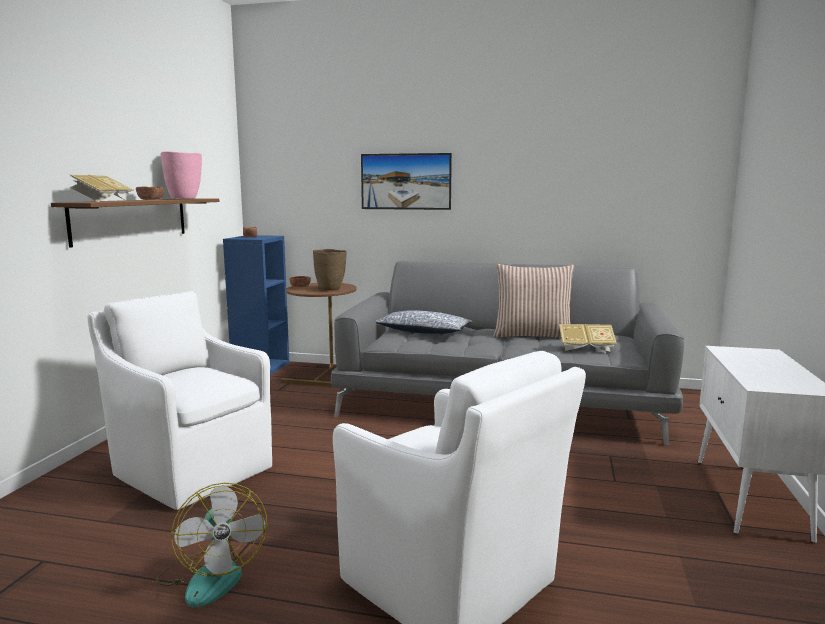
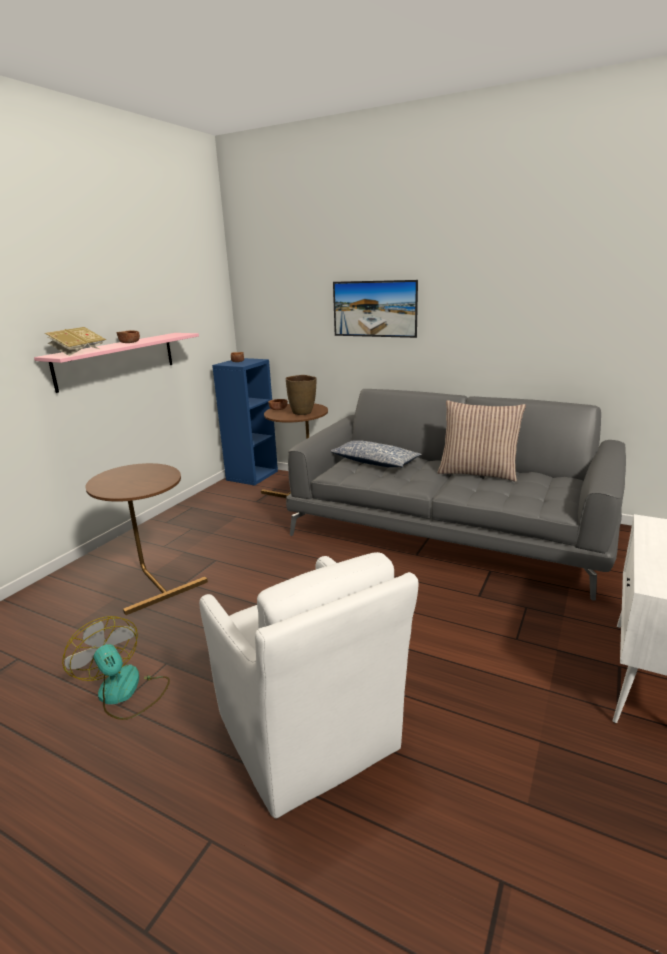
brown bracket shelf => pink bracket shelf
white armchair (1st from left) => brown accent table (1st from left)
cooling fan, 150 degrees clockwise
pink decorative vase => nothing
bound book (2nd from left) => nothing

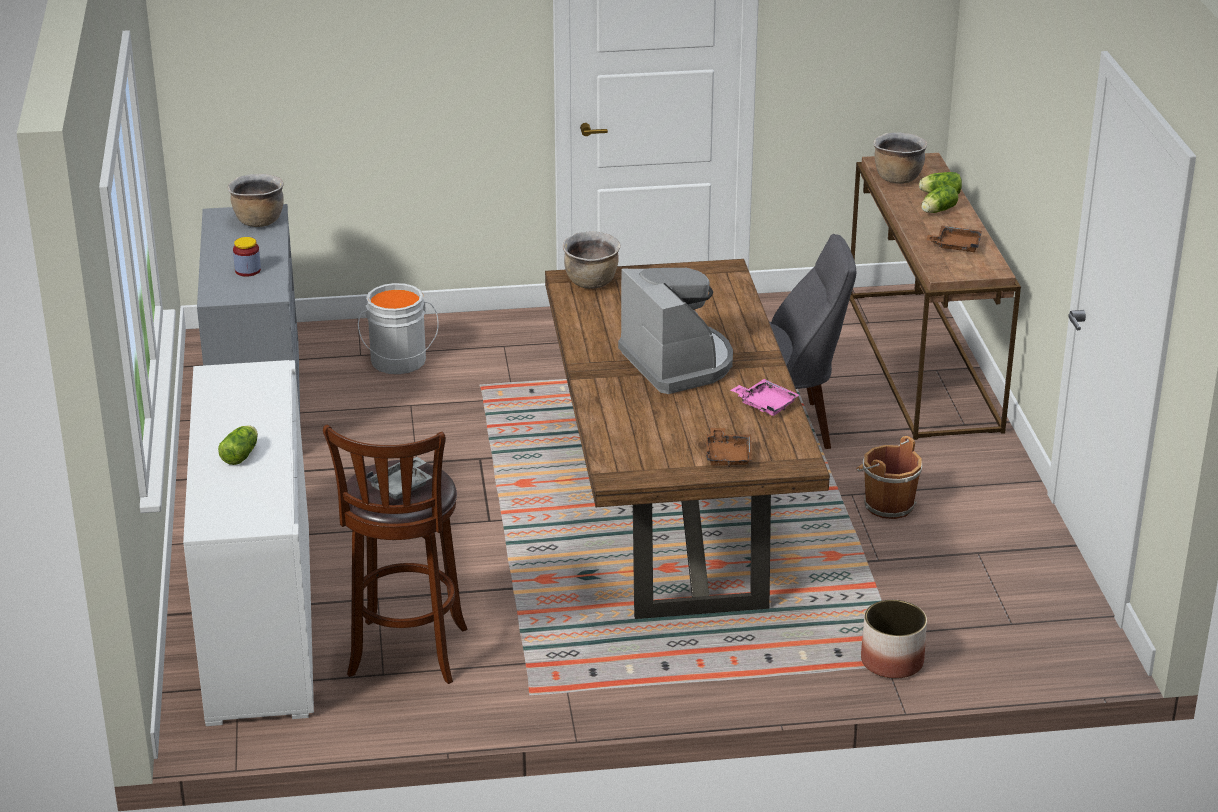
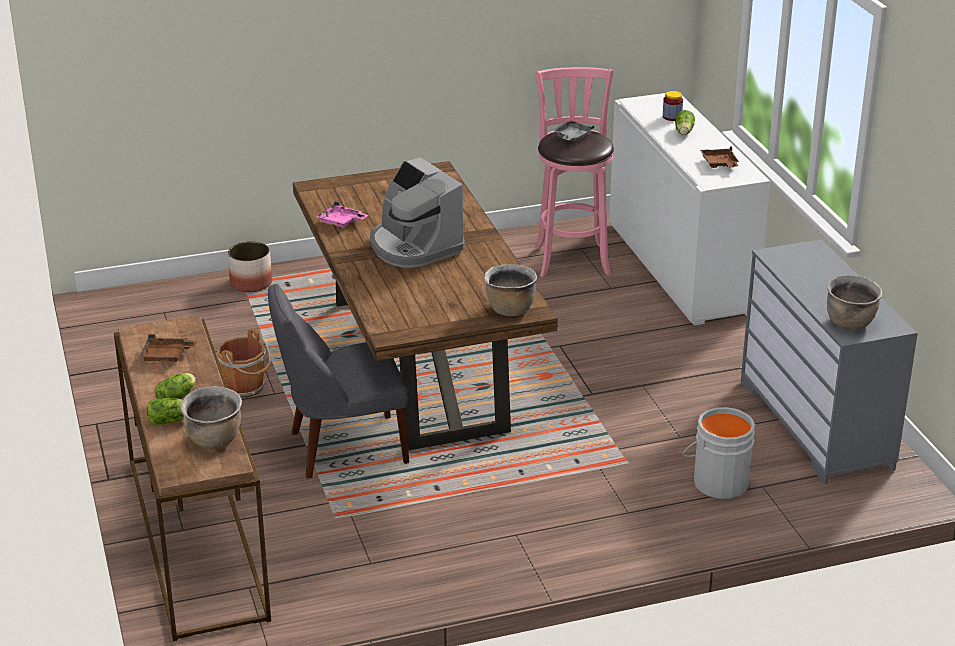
storage jar, move
brown stool seat => pink stool seat
brown serving tray (1st from left in the first image) => brown serving tray (2nd from left), move

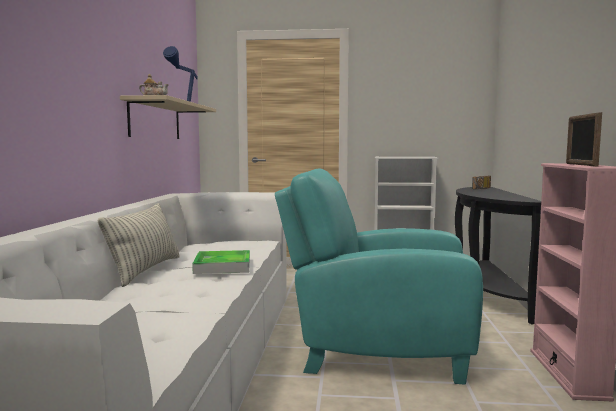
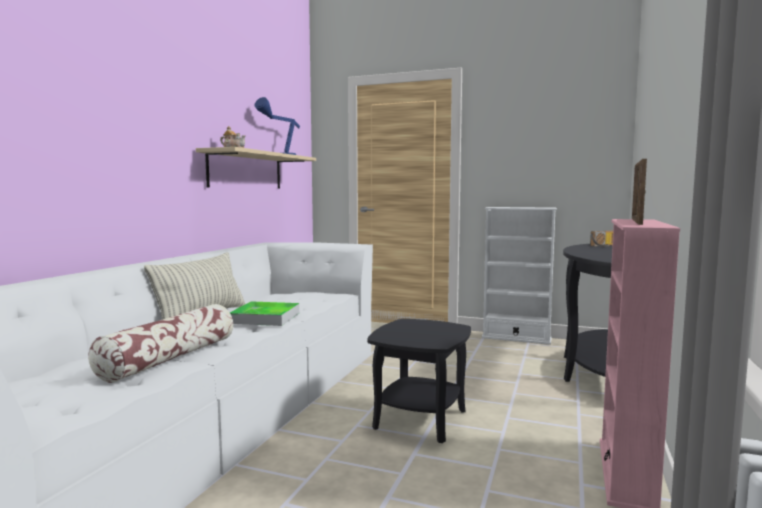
turquoise armchair => blackish accent table
nothing => cushion (1st from left)

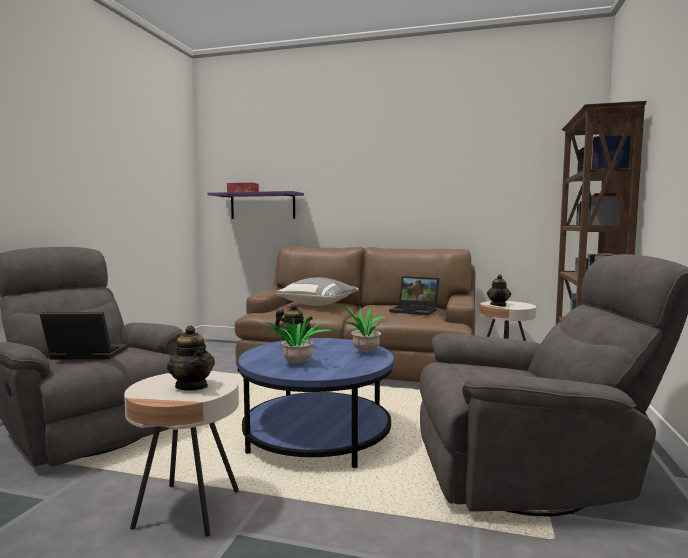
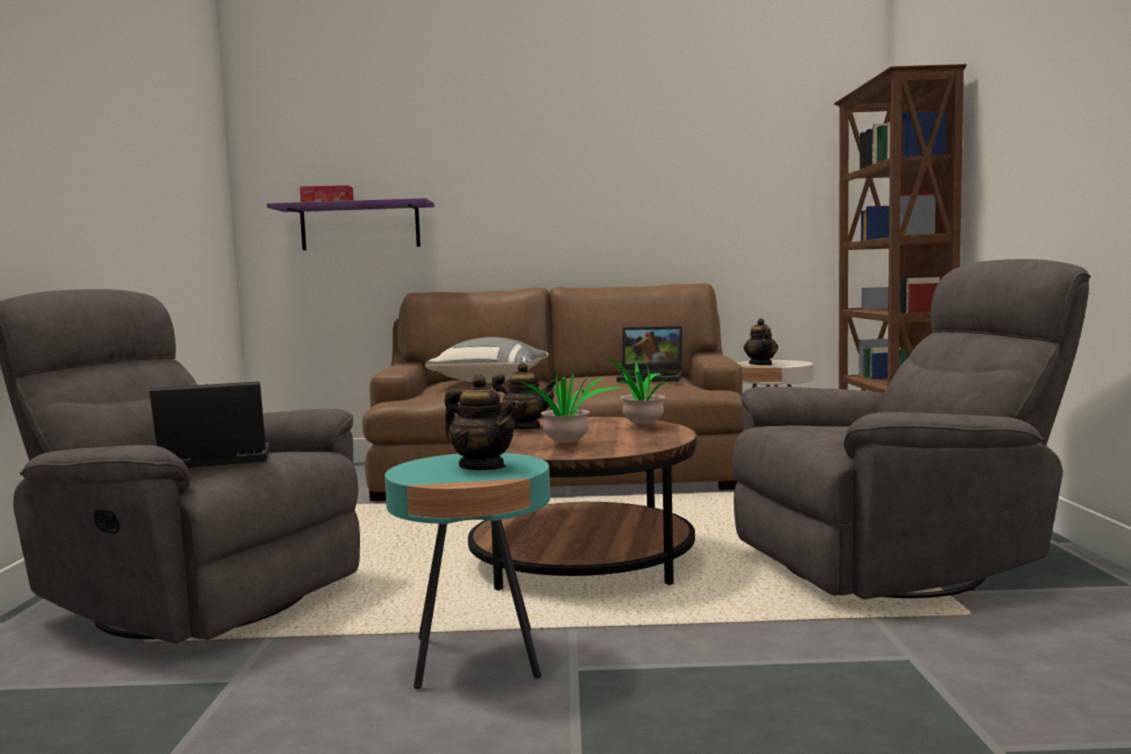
beige accent table (1st from left) => turquoise accent table
blue low table => brown low table

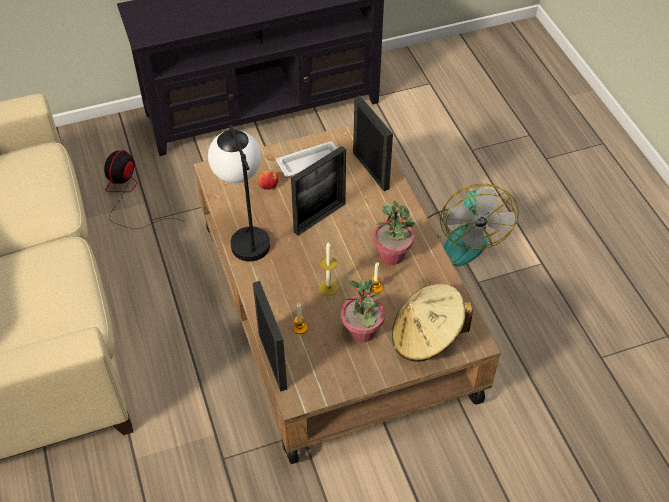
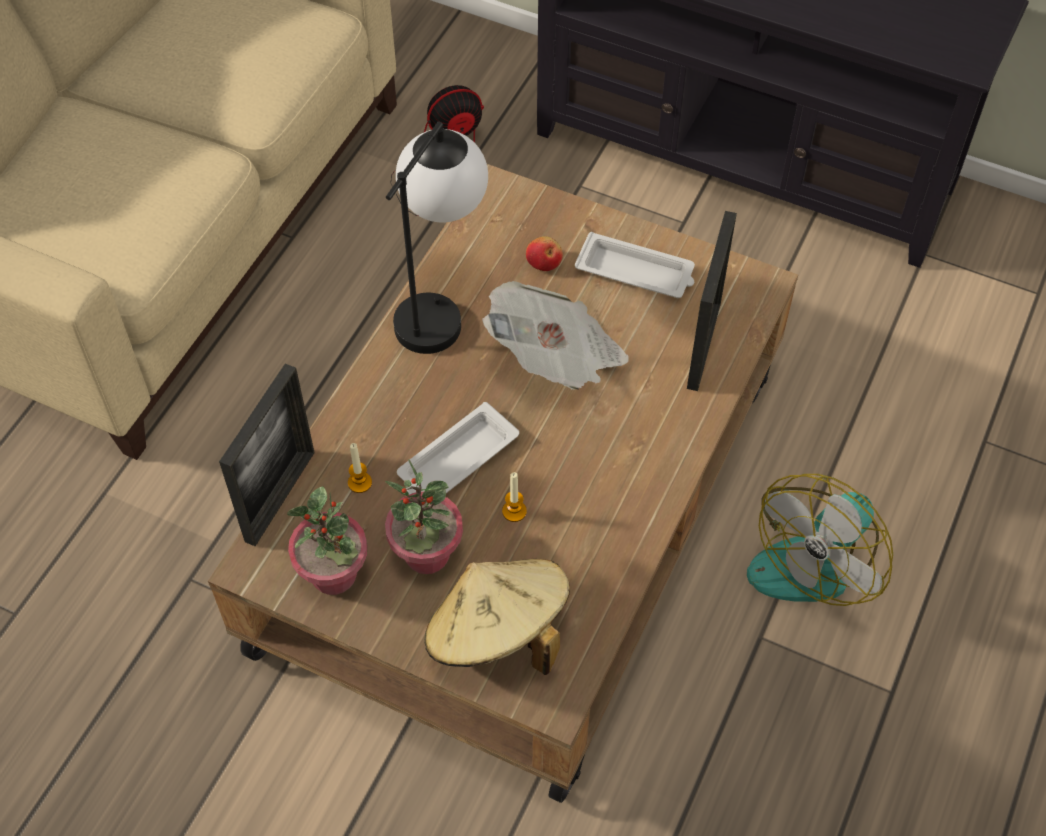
photo frame (2nd from left) => daily paper
wax candle (2nd from left) => white serving tray (1st from left)
plant in a pot (2nd from left in the first image) => plant in a pot (1st from left), move

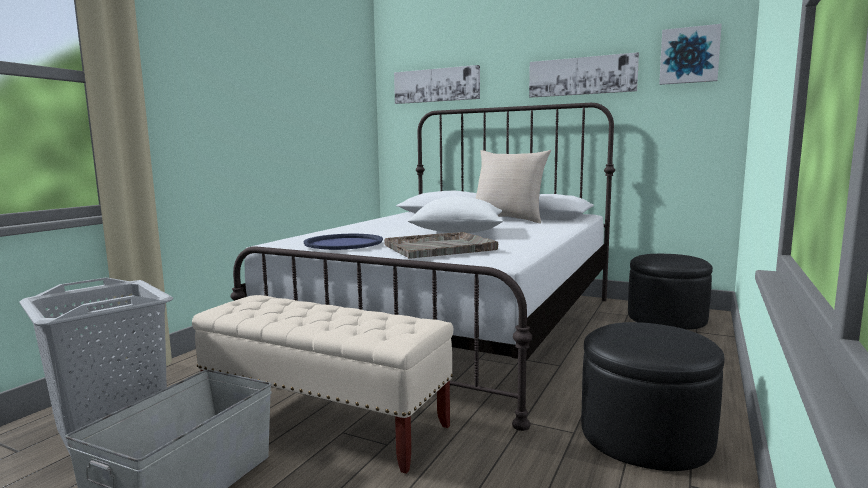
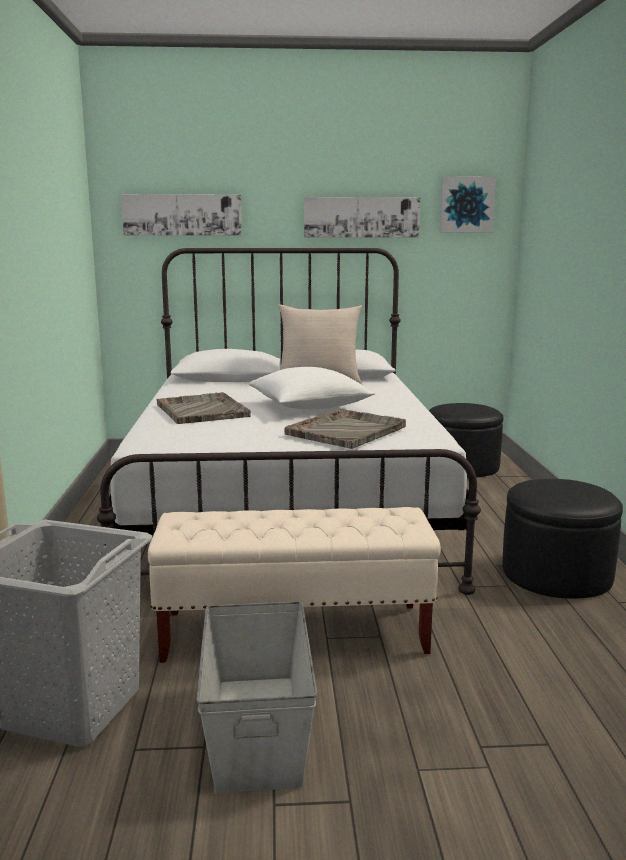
blue serving tray => nothing
nothing => greyish serving tray (1st from left)

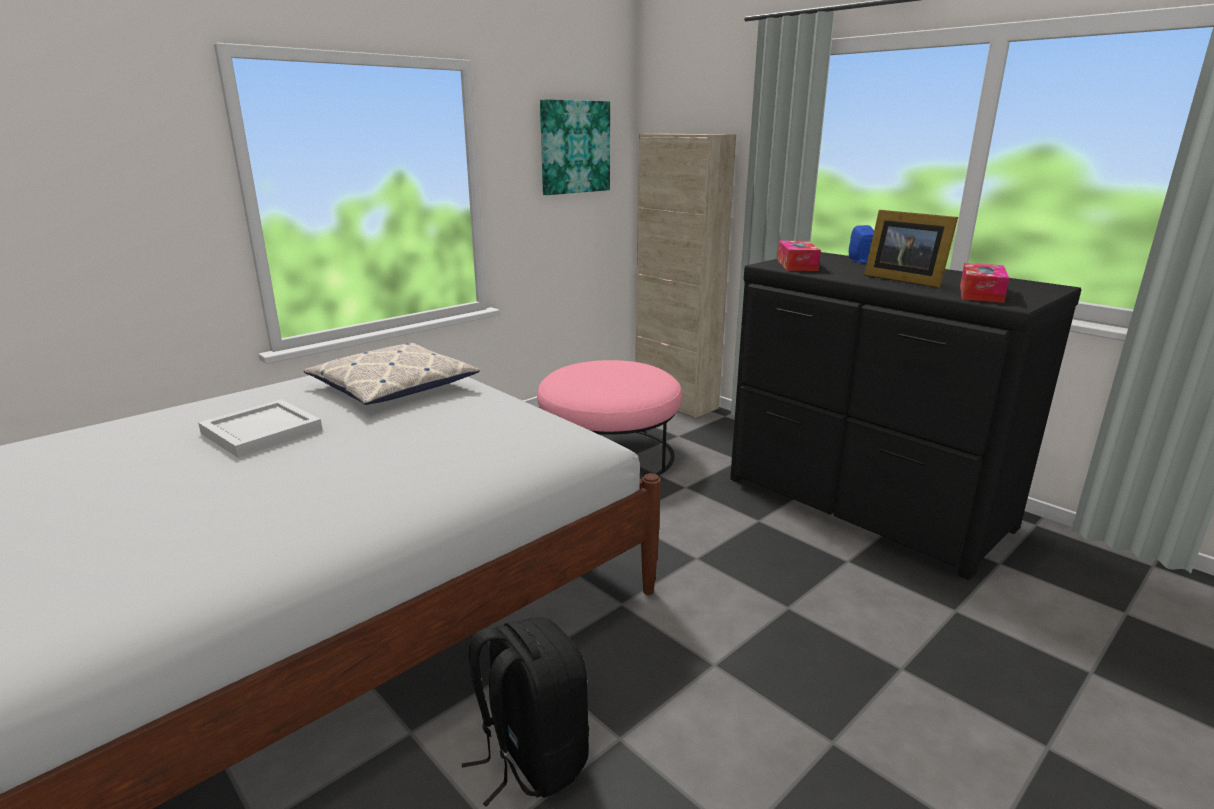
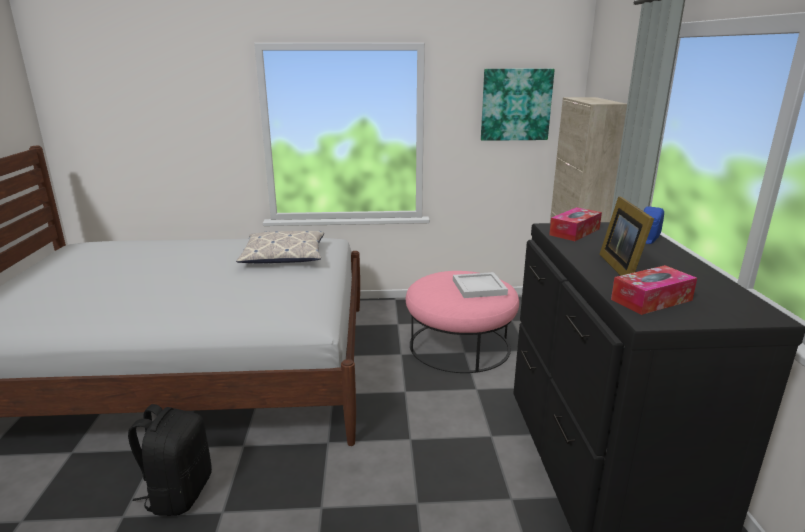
white serving tray, move

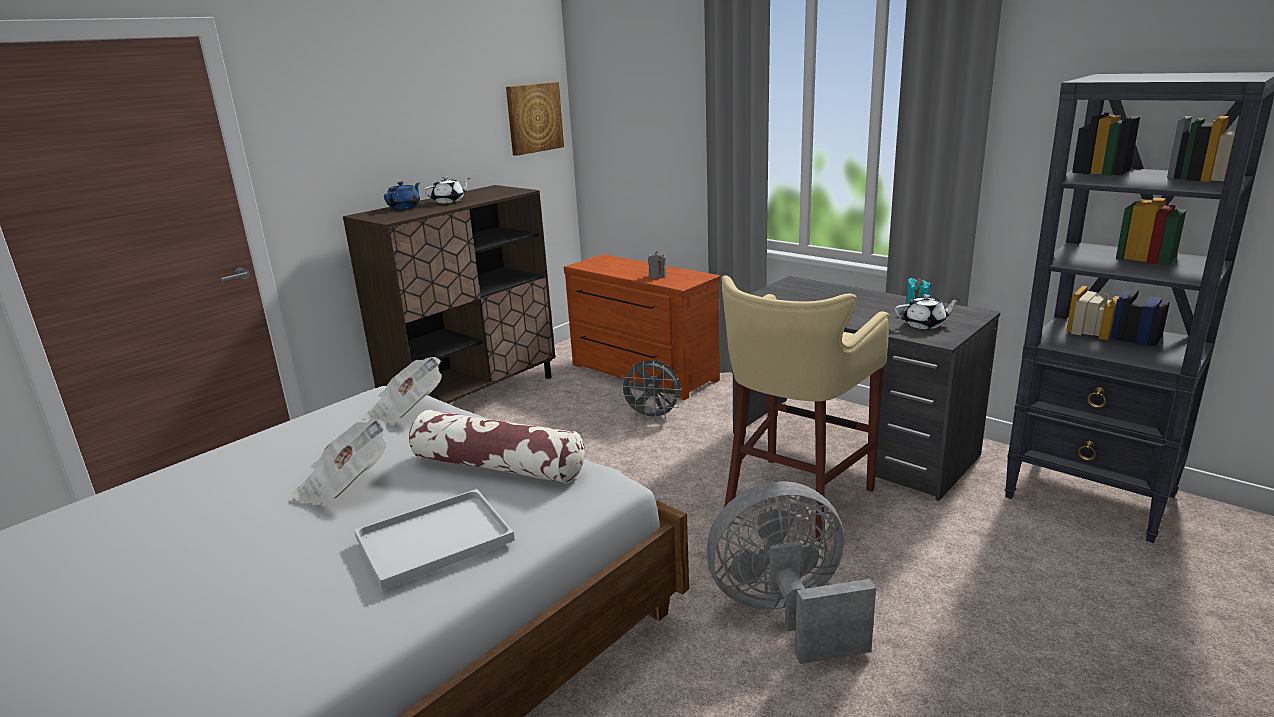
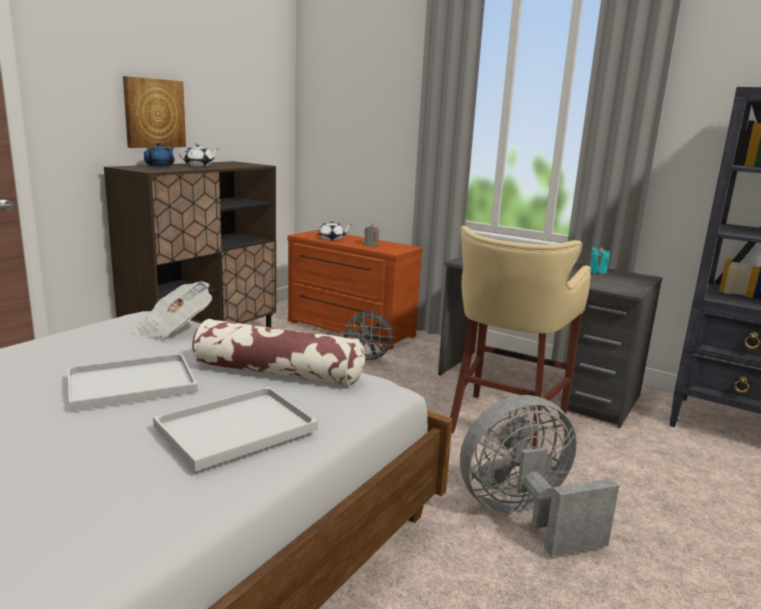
daily paper (1st from left) => white serving tray (1st from left)
picture, move
white teapot (2nd from left), move

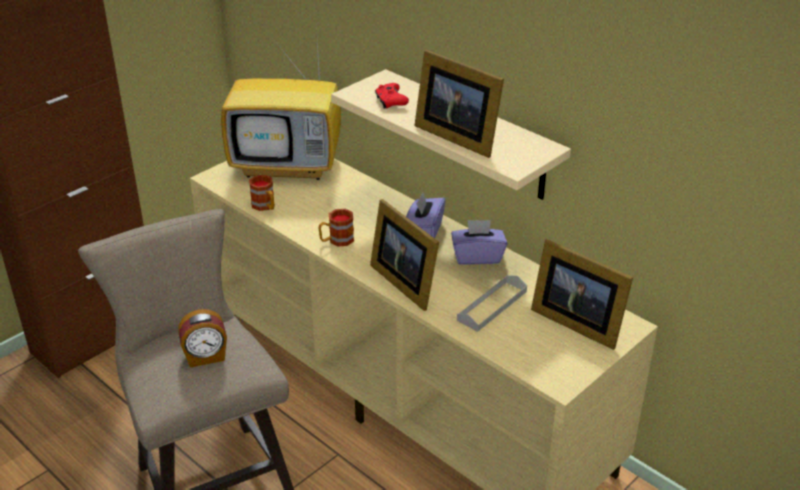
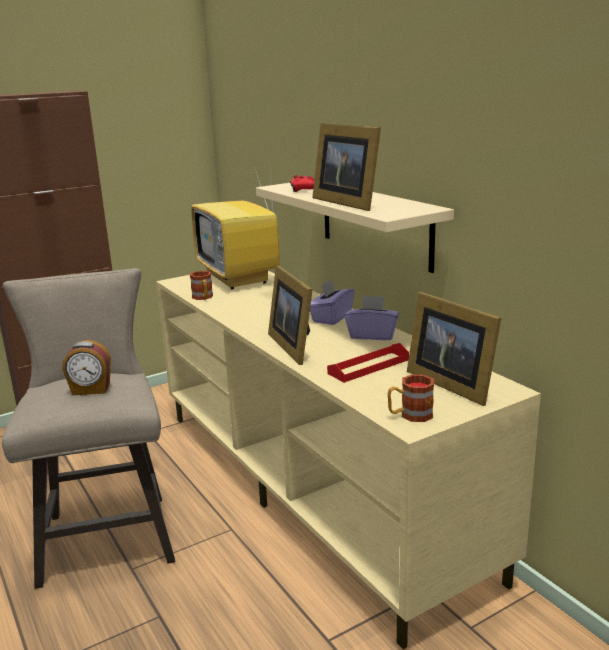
TV, 45 degrees clockwise
mug (2nd from left), move
greyish serving tray => reddish serving tray

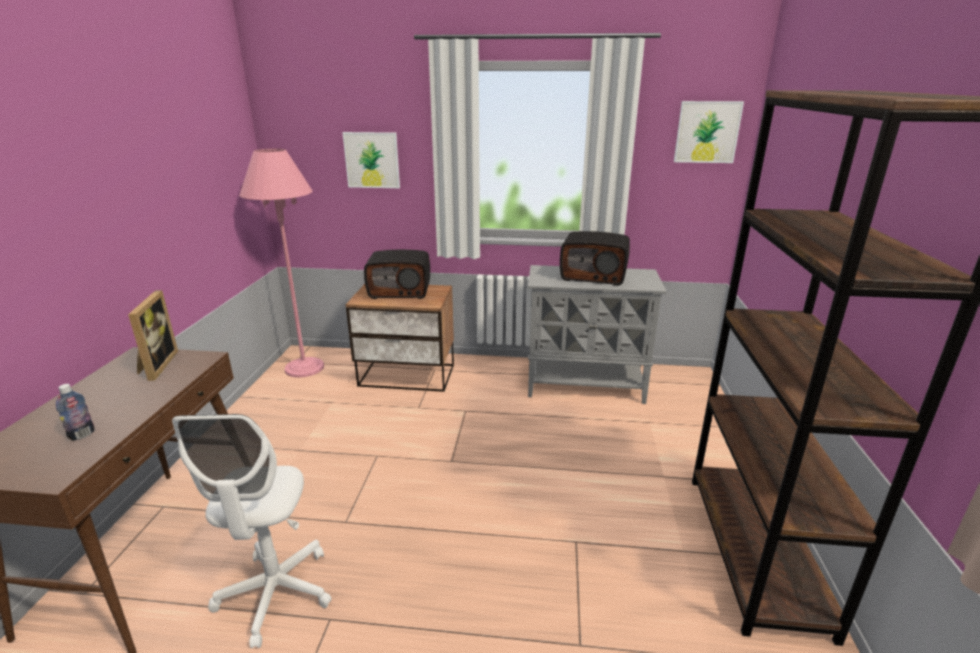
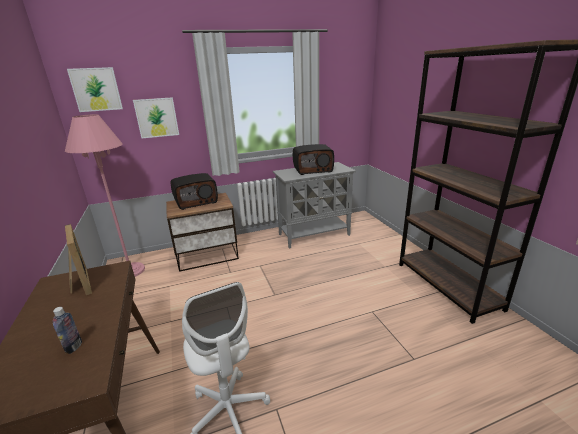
picture (2nd from left in the first image) => picture (1st from left), move

